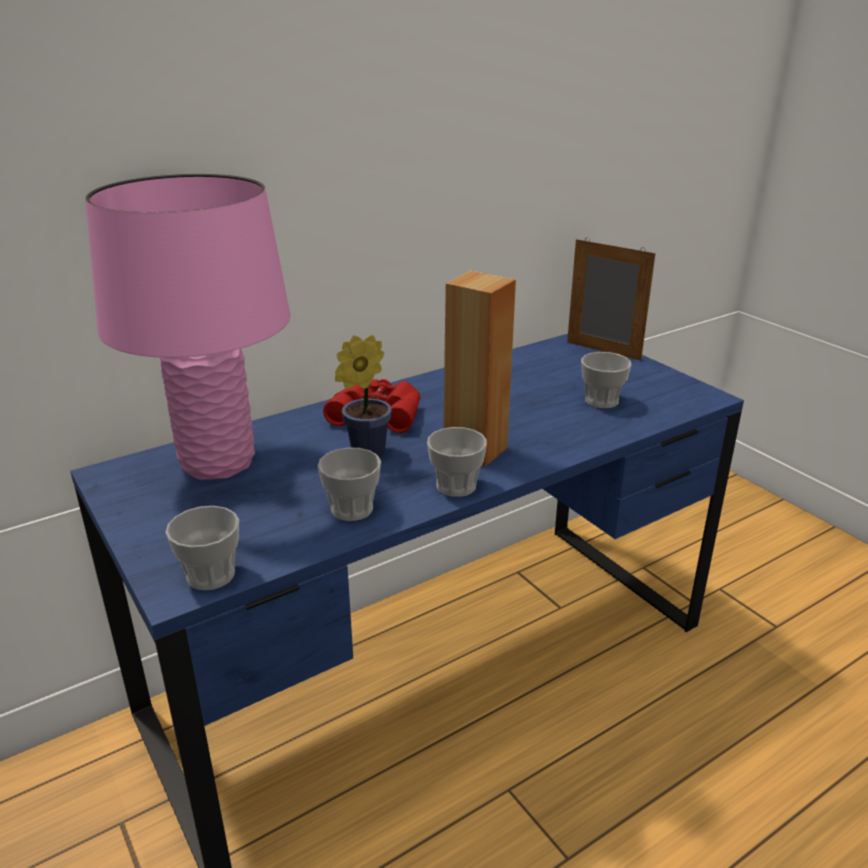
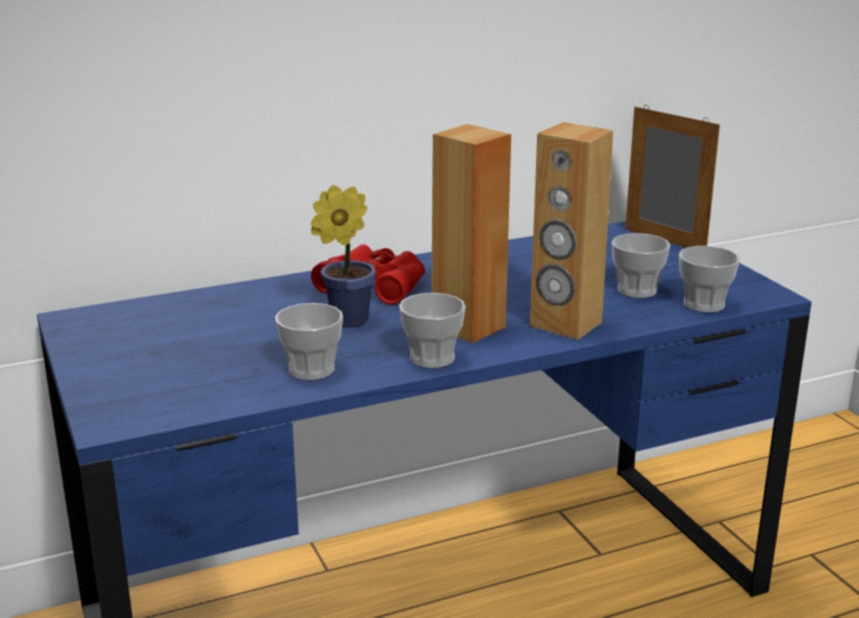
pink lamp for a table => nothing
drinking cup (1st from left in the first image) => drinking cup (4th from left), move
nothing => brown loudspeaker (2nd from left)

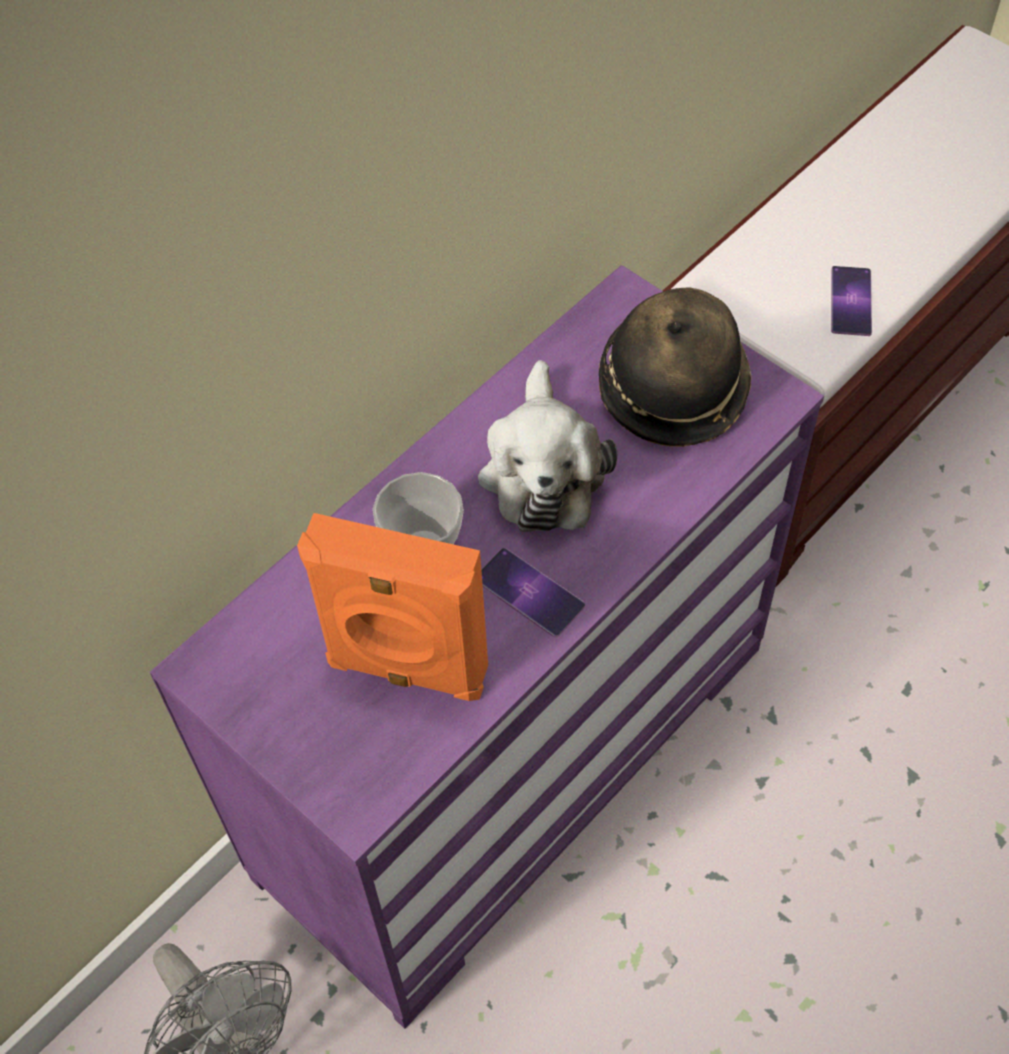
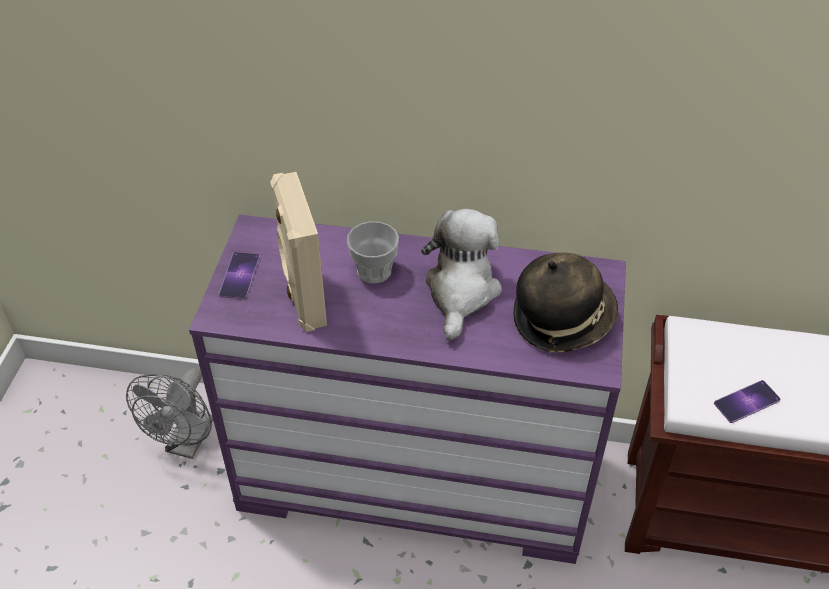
orange-coloured loudspeaker => beige loudspeaker
soft toy, 135 degrees clockwise
phone (1st from left), move

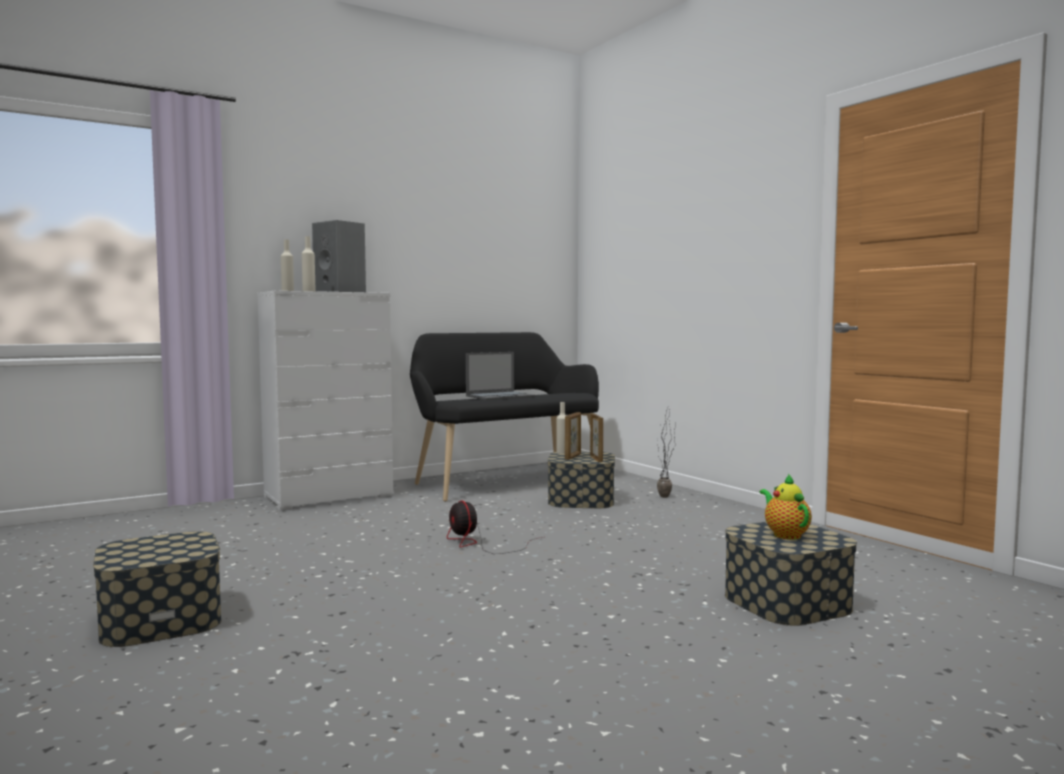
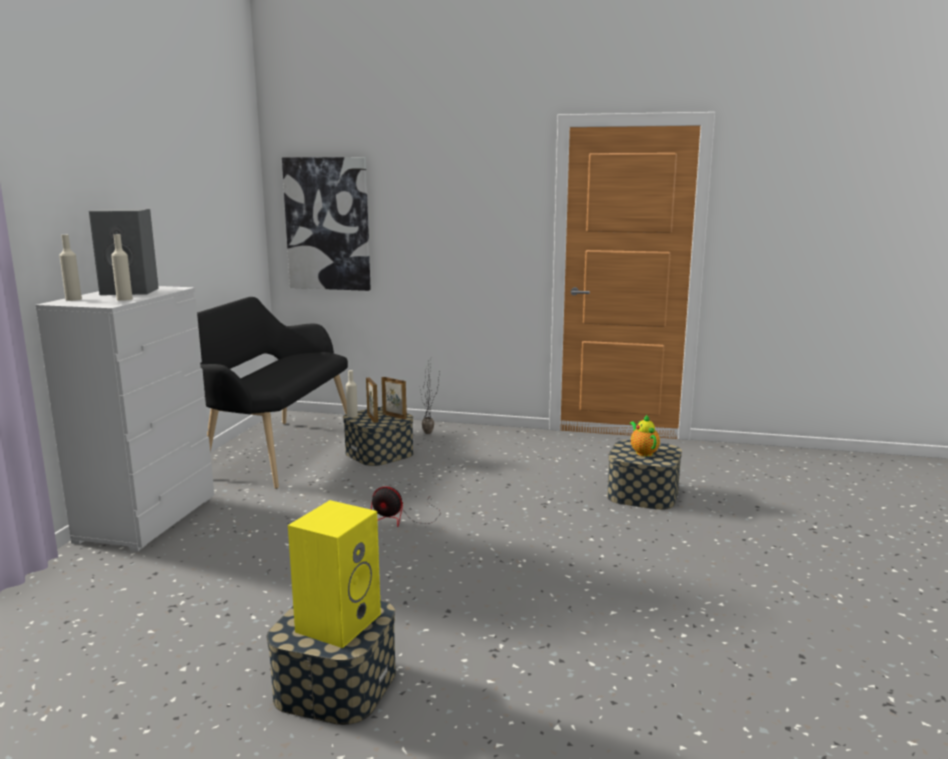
portable computer => nothing
teapot, 45 degrees clockwise
nothing => picture
nothing => yellow loudspeaker

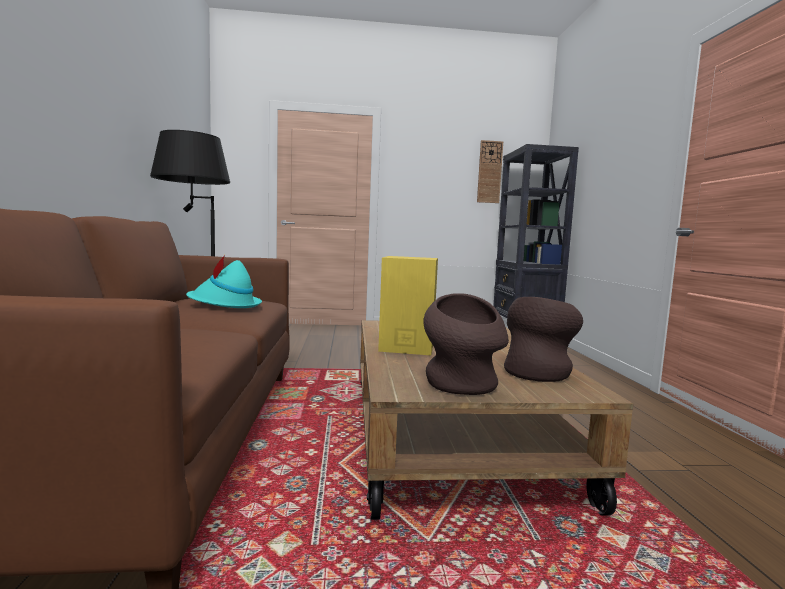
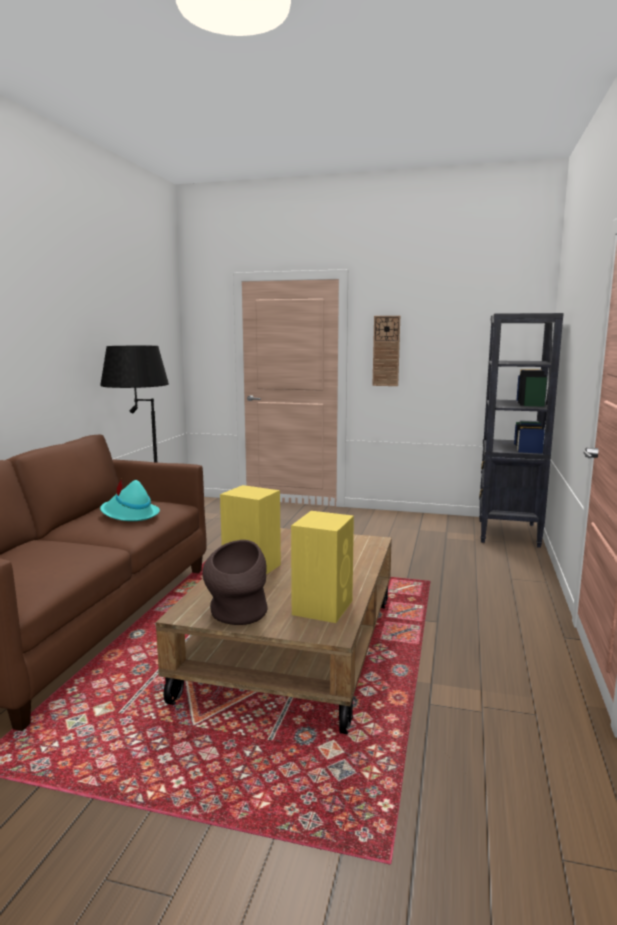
wall clock, move
brown decorative vase (2nd from left) => yellow loudspeaker (2nd from left)

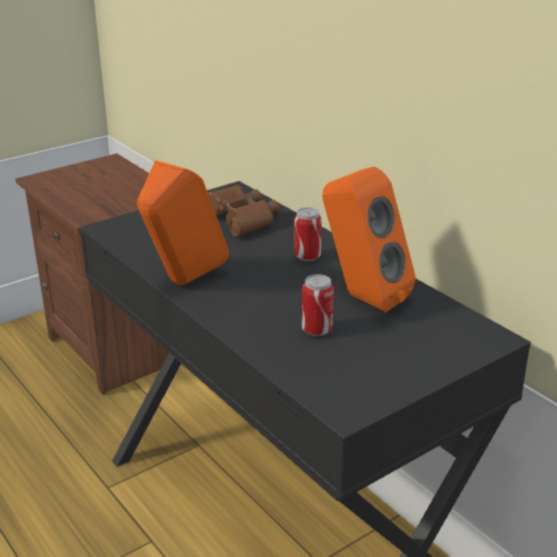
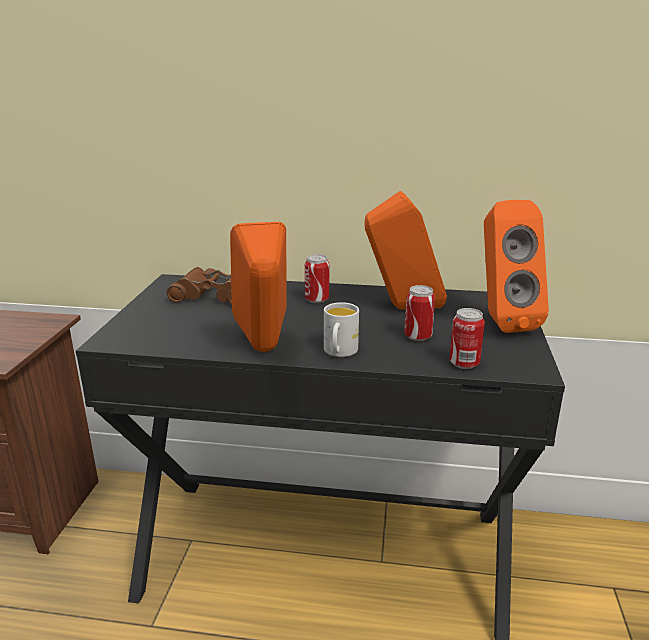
nothing => white mug
nothing => metal can (3rd from left)
nothing => orange-coloured loudspeaker (3rd from left)

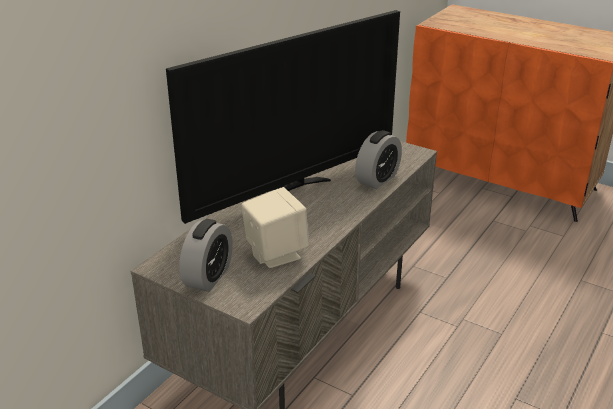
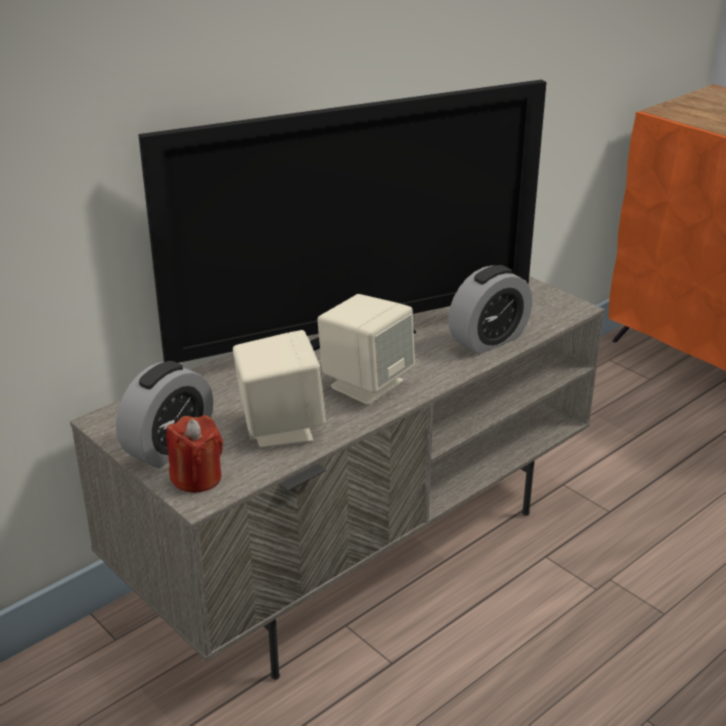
nothing => reddish wax candle
nothing => beige loudspeaker (2nd from left)

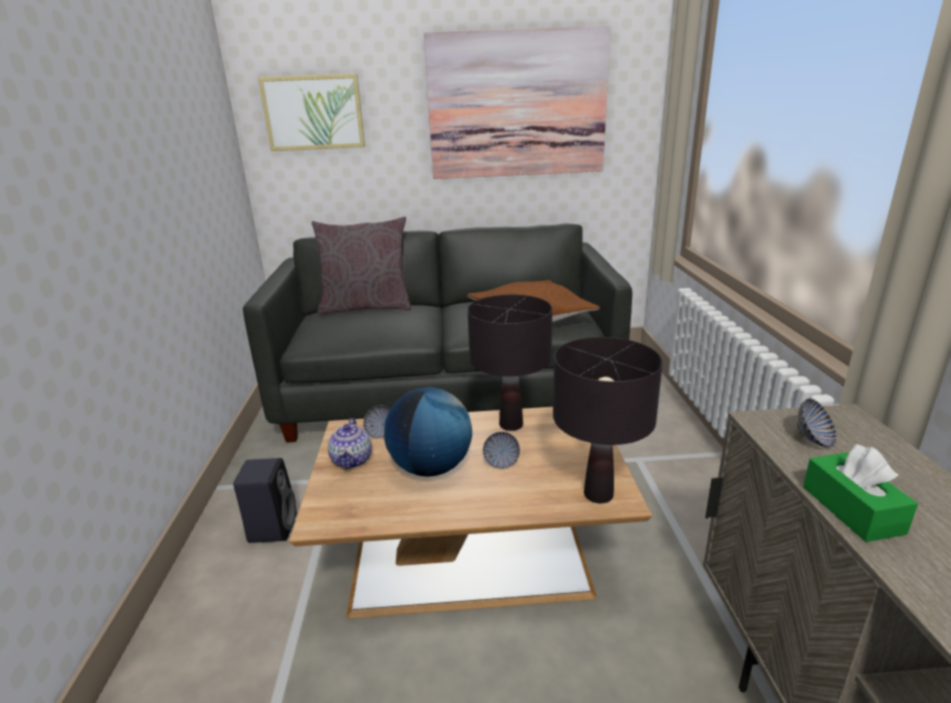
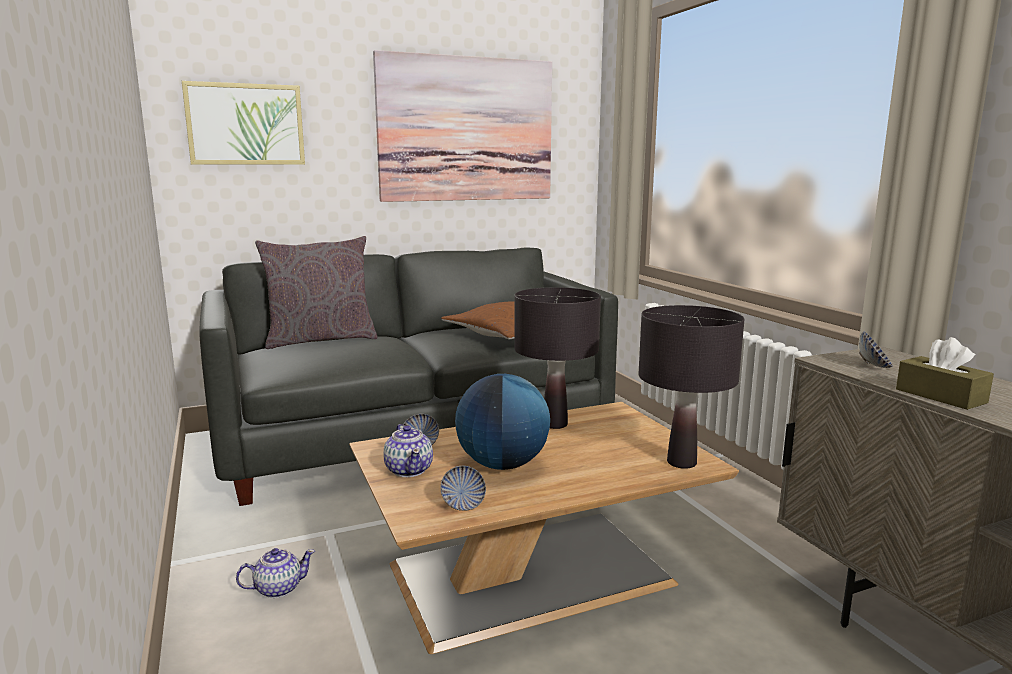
blackish loudspeaker => teapot (1st from left)
serving bowl (2nd from left), move
greenish tissue holder => brown tissue holder

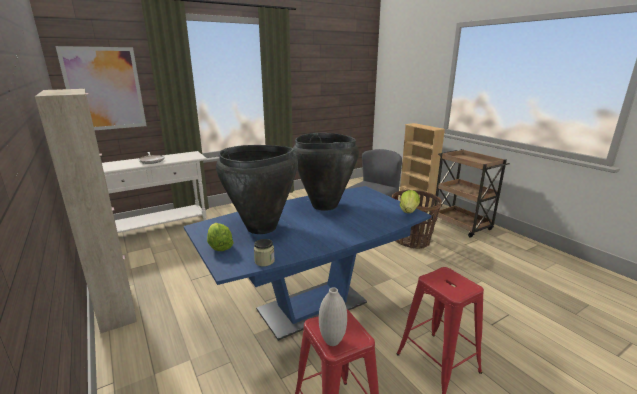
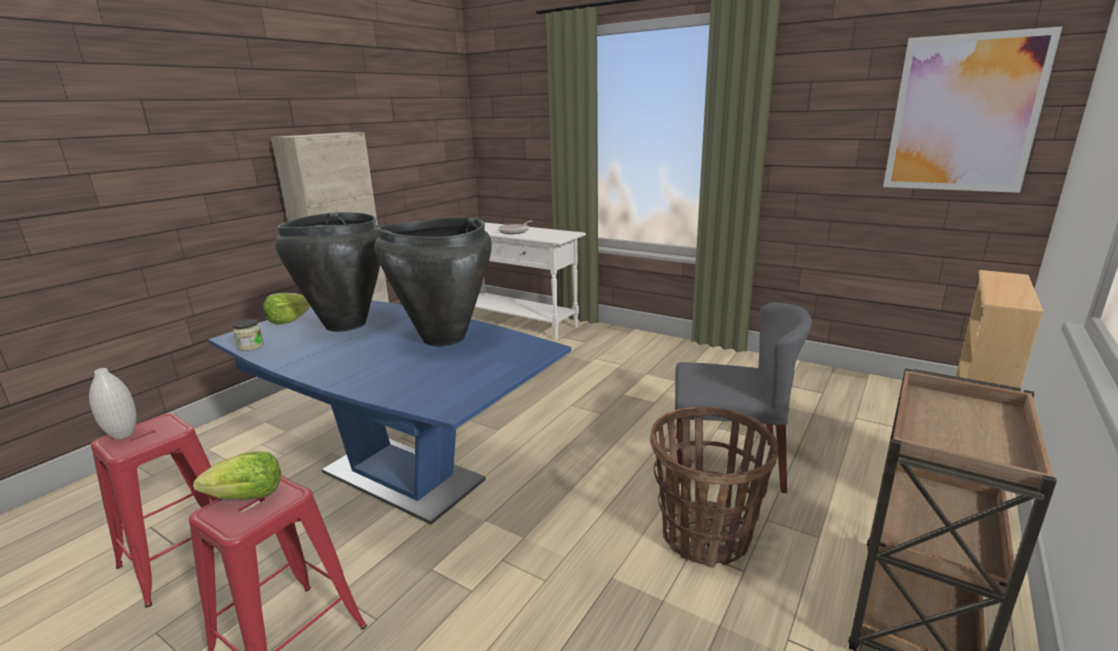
picture, move
head of lettuce (2nd from left in the first image) => head of lettuce (1st from left), move

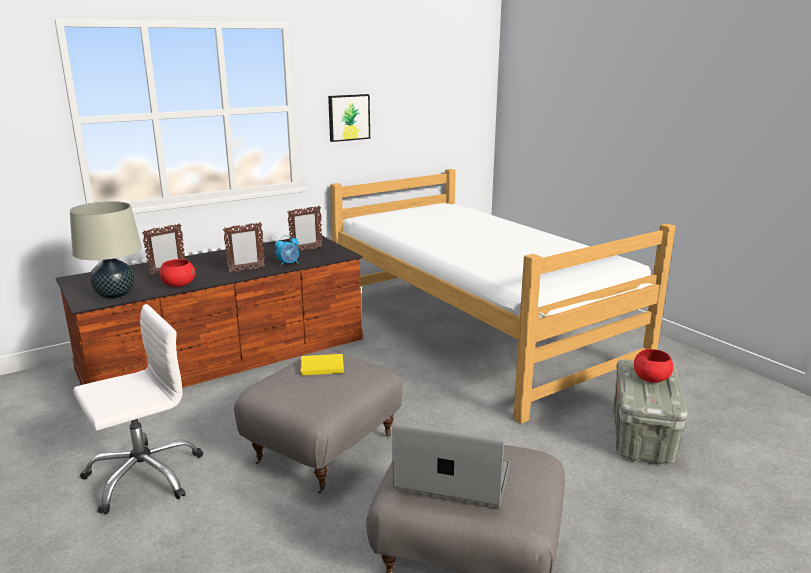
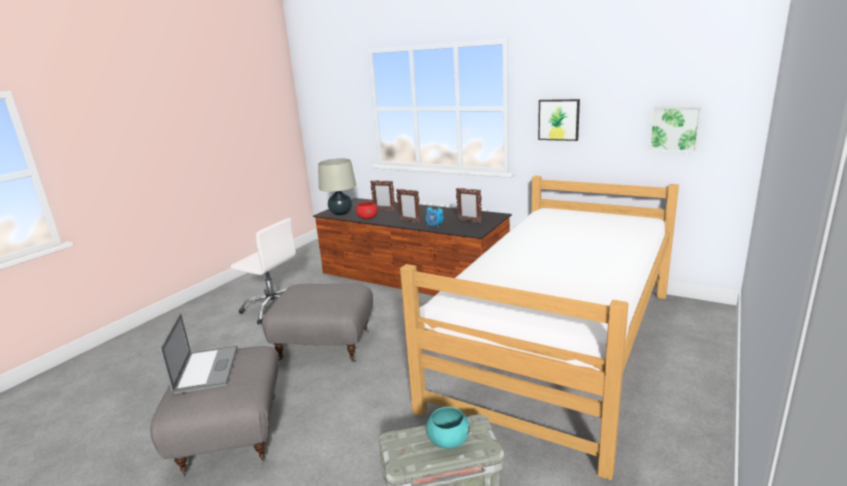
yellow bound book => nothing
reddish serving bowl (2nd from left) => turquoise serving bowl
nothing => picture (2nd from left)

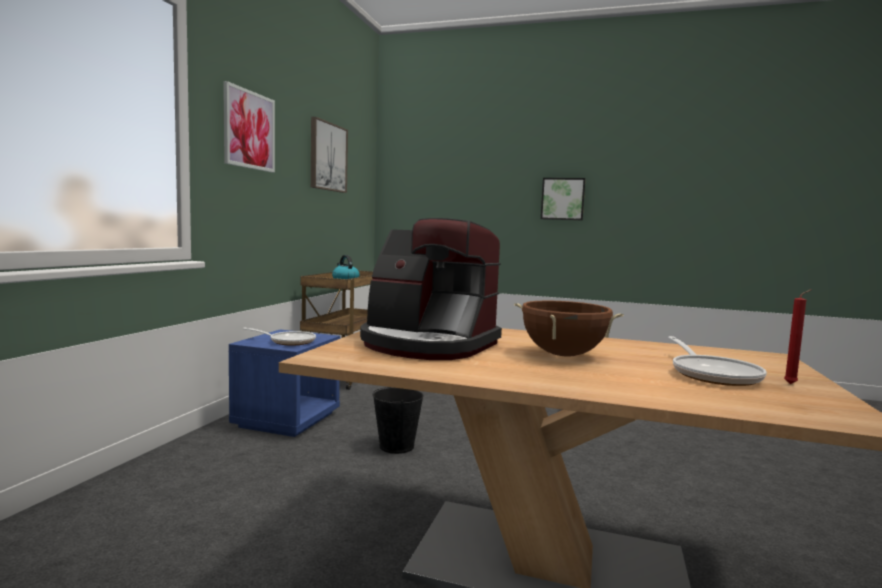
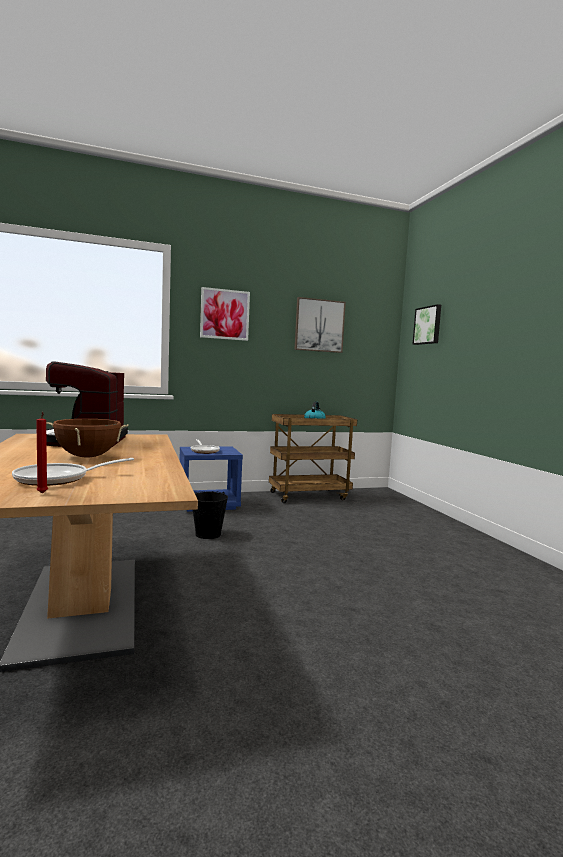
picture (3rd from left), move

